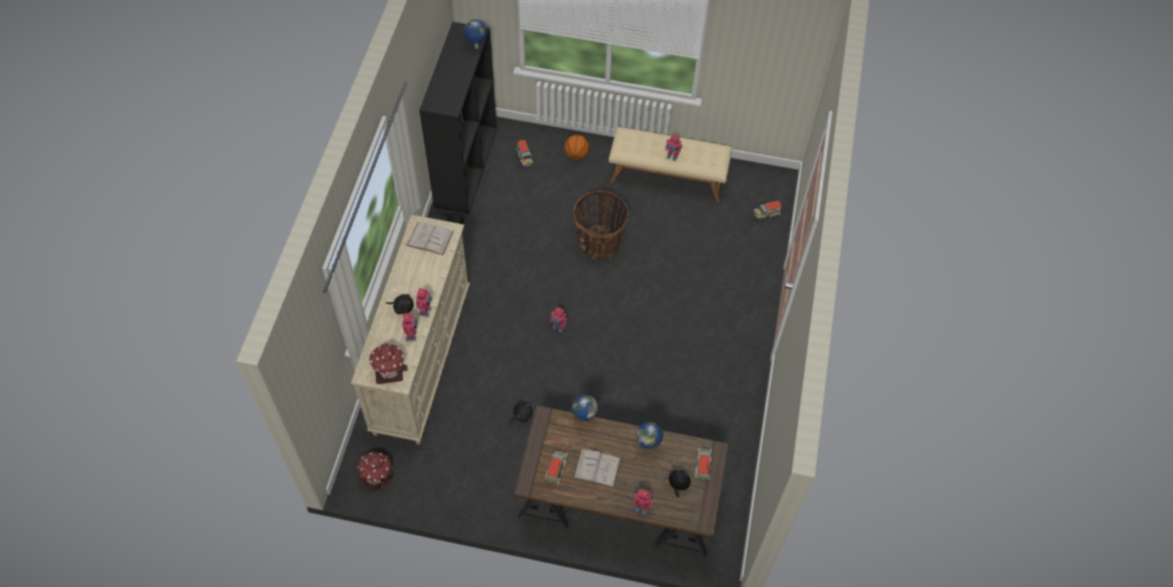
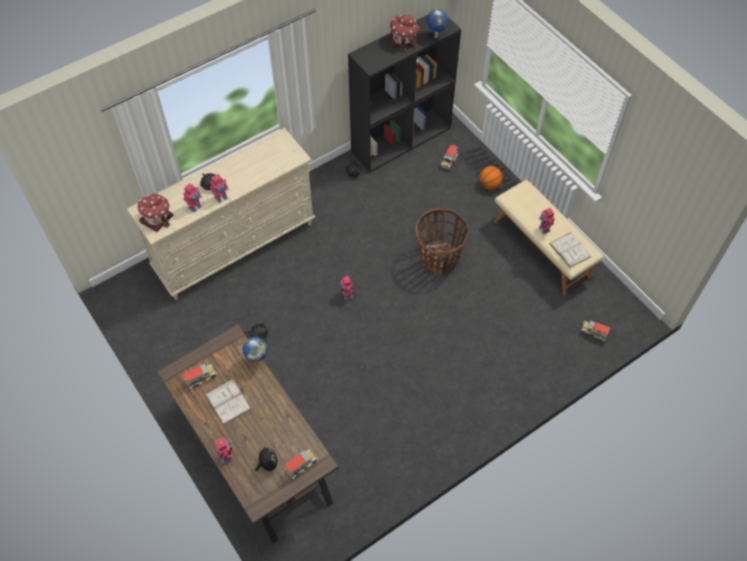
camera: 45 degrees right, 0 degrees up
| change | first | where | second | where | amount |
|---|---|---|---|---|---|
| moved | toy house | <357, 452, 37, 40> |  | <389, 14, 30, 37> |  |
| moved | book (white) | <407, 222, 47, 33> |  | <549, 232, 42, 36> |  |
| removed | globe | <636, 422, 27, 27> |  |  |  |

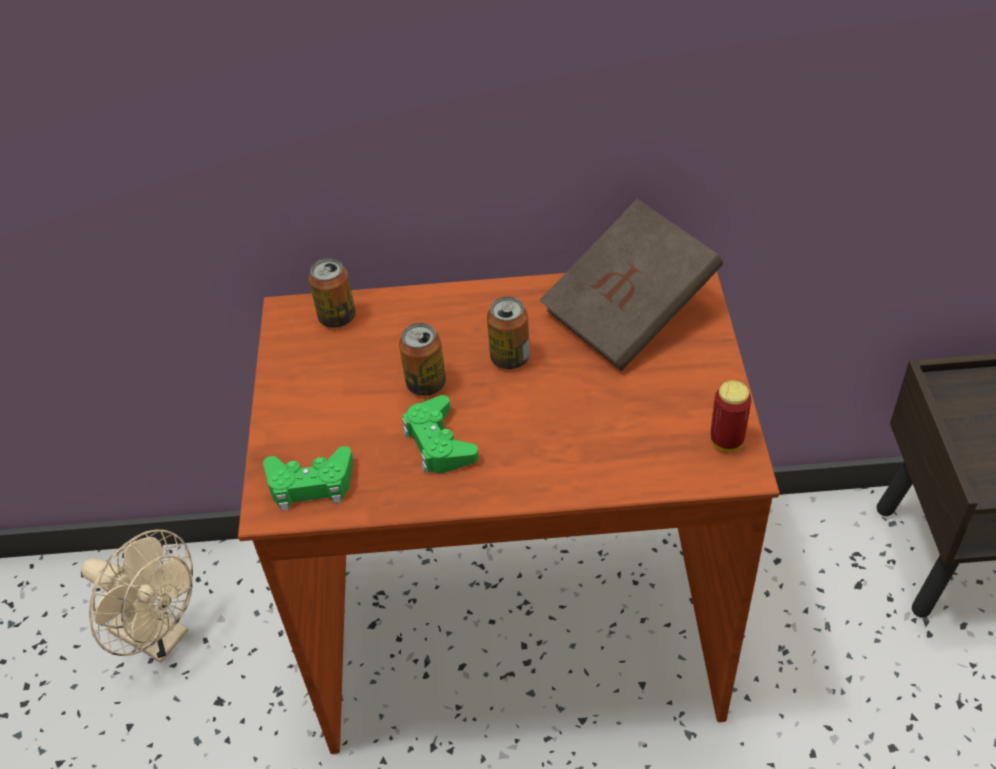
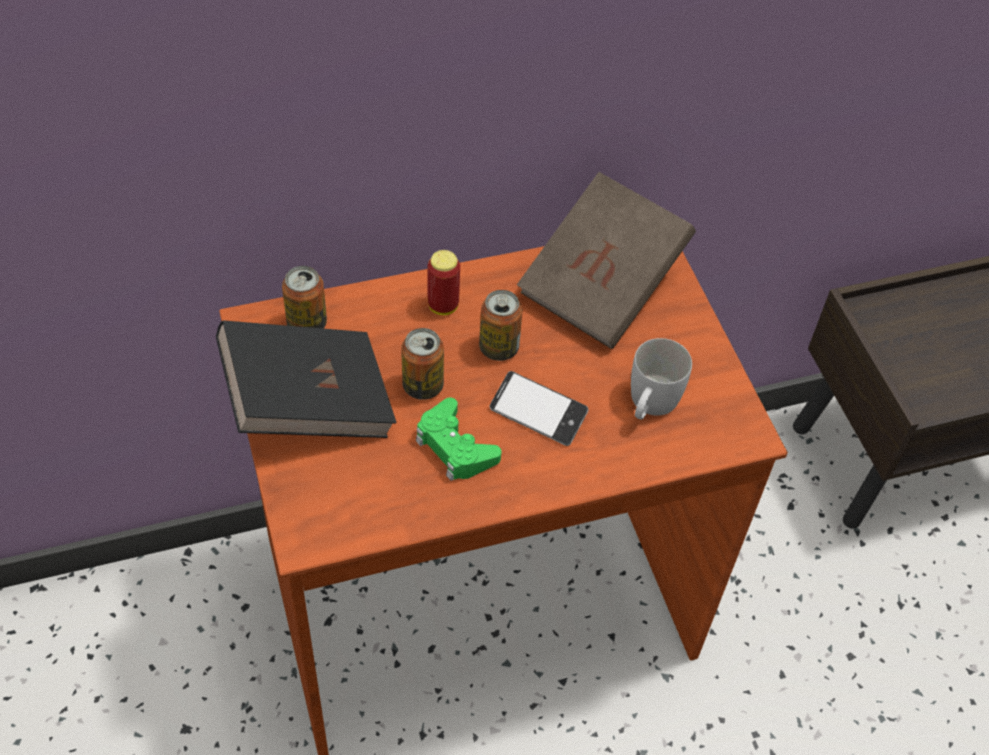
camera: 20 degrees left, 5 degrees up
| change | first | where | second | where | amount |
|---|---|---|---|---|---|
| removed | fan (beige) | <81, 530, 112, 133> |  |  |  |
| removed | game controller (green) | <263, 446, 90, 65> |  |  |  |
| moved | can | <711, 380, 40, 72> |  | <428, 250, 32, 65> |  |
| added |  |  | book (black) | <216, 320, 181, 118> |  |
| added |  |  | phone | <489, 371, 100, 75> |  |
| added |  |  | mug (white) | <631, 338, 61, 81> |  |

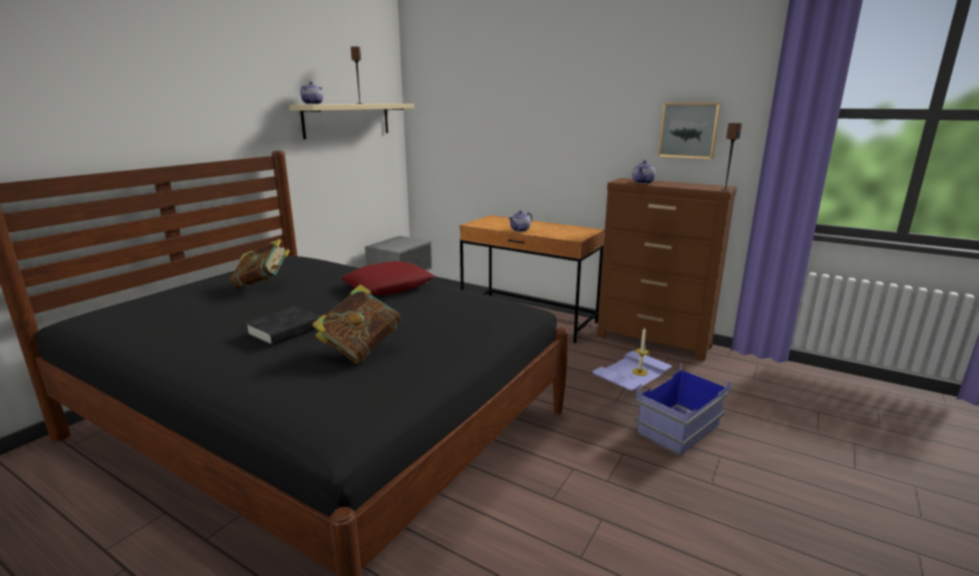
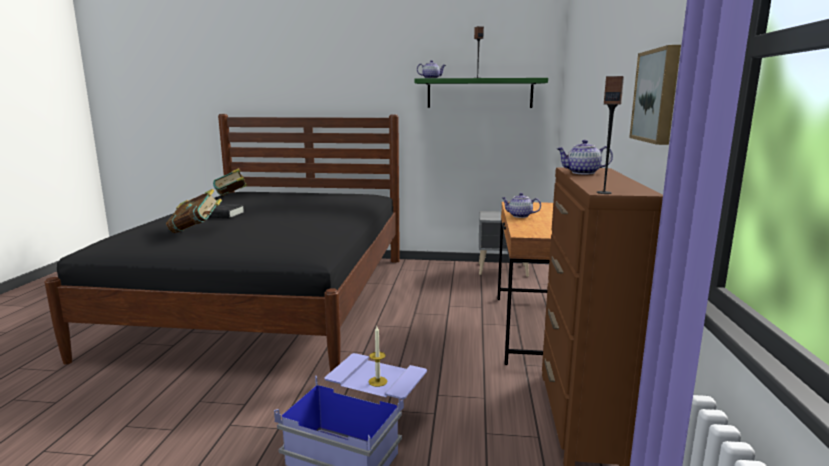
camera: 65 degrees right, 5 degrees down
| change | first | where | second | where | amount |
|---|---|---|---|---|---|
| moved | book | <230, 239, 60, 50> |  | <213, 168, 34, 28> |  |
| recoloured | shelf (beige) | <289, 104, 125, 35> | shelf (green) | <415, 78, 133, 30> |  |
| removed | pillow (red) | <340, 261, 95, 34> |  |  |  |

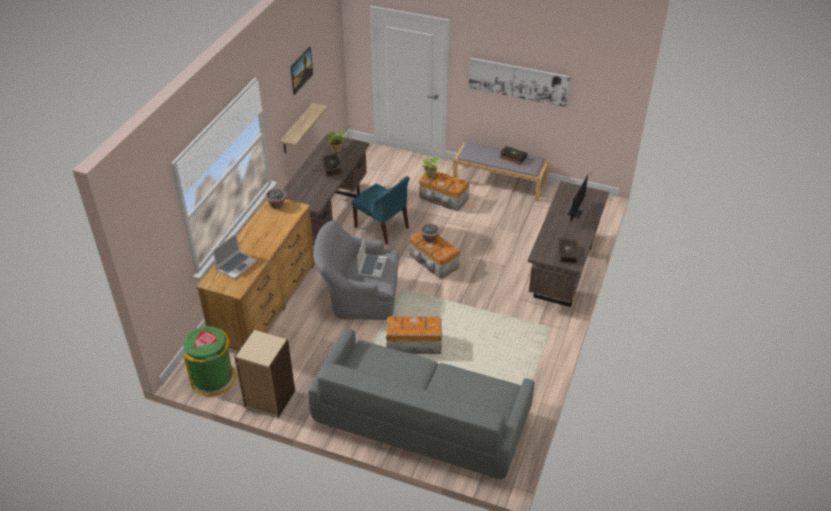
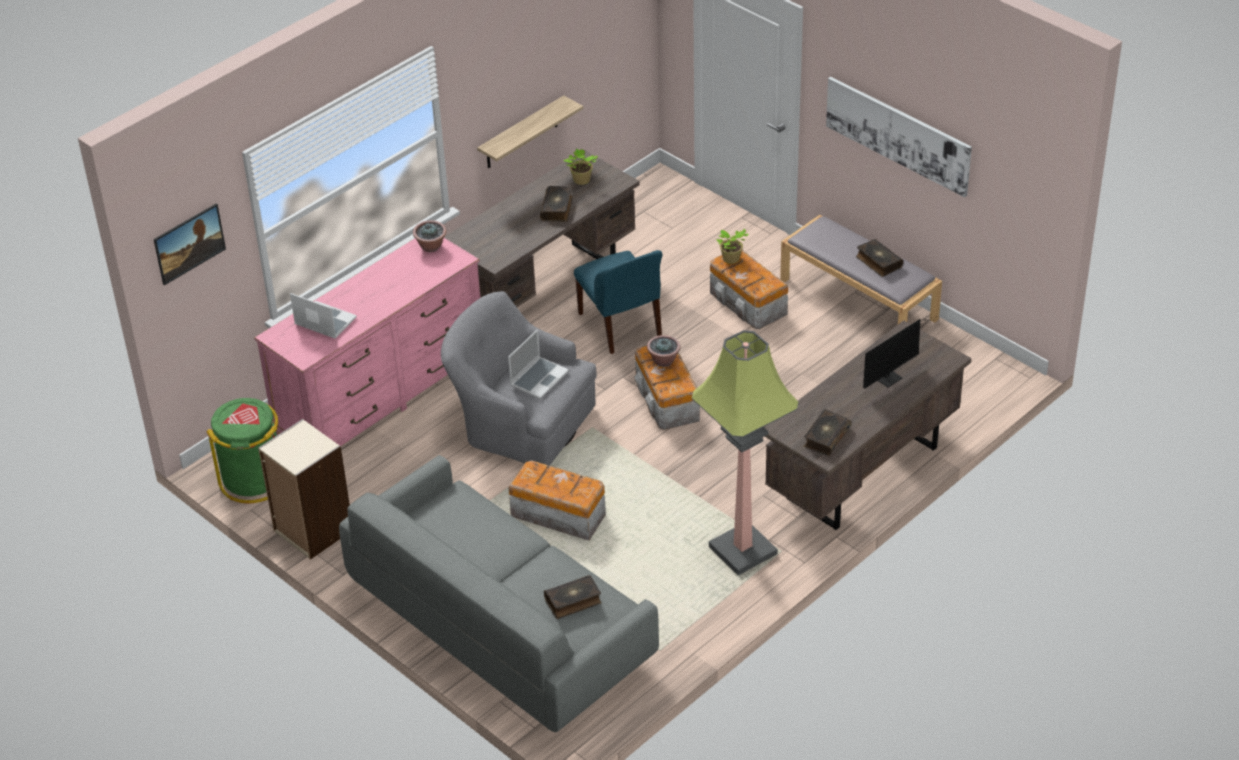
camera: 25 degrees right, 0 degrees up
| change | first | where | second | where | amount |
|---|---|---|---|---|---|
| recoloured | dresser (brown) | <196, 199, 119, 152> | dresser (pink) | <254, 238, 227, 208> |  |
| turned | laptop | <213, 233, 44, 46> |  | <290, 293, 67, 46> | 120 degrees counterclockwise |
| moved | picture | <291, 47, 22, 48> |  | <154, 203, 72, 82> |  |
| added |  |  | book | <544, 575, 57, 44> |  |
| added |  |  | floor lamp | <692, 330, 107, 245> |  |

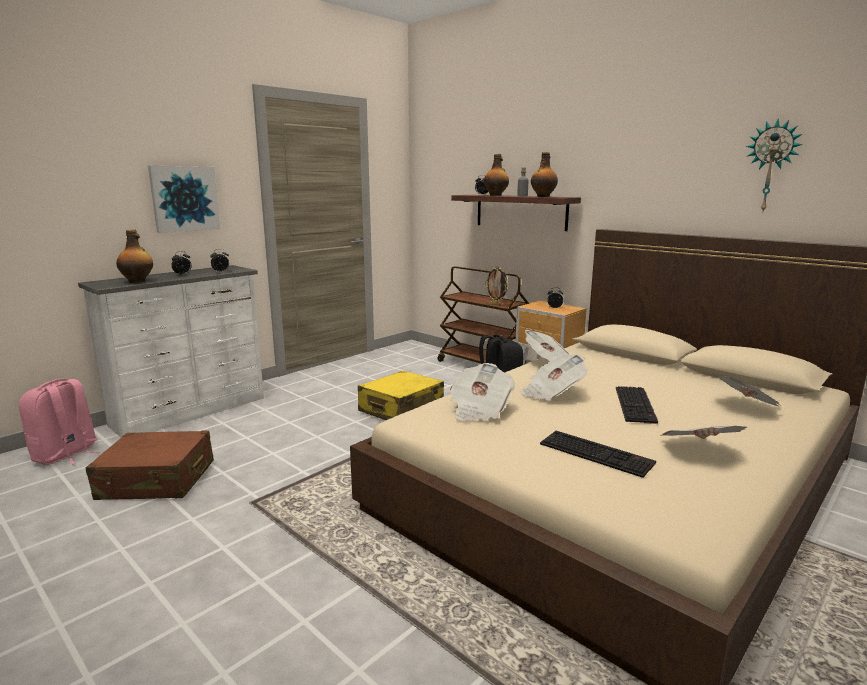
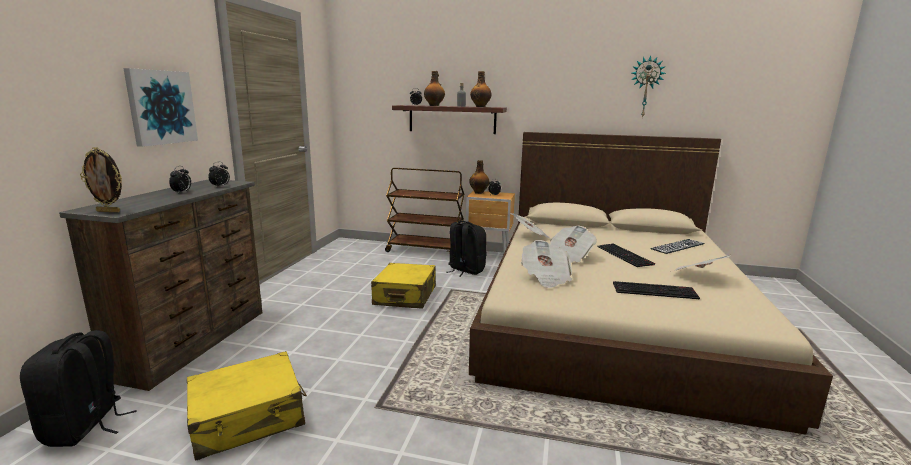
camera: 30 degrees left, 0 degrees up
| change | first | where | second | where | amount |
|---|---|---|---|---|---|
| recoloured | backpack (pink) | <19, 379, 81, 86> | backpack (black) | <20, 330, 117, 117> |  |
| recoloured | dresser (white) | <78, 265, 186, 173> | dresser (brown) | <59, 179, 203, 212> |  |
| recoloured | suitcase (brown) | <86, 431, 128, 69> | suitcase (yellow) | <187, 351, 120, 109> |  |
| moved | bottle | <116, 230, 37, 53> |  | <469, 160, 21, 34> |  |
| moved | picture frame | <485, 266, 23, 40> |  | <80, 147, 42, 65> |  |
| replaced | newspaper | <715, 376, 64, 30> | keyboard | <650, 239, 55, 15> |  |

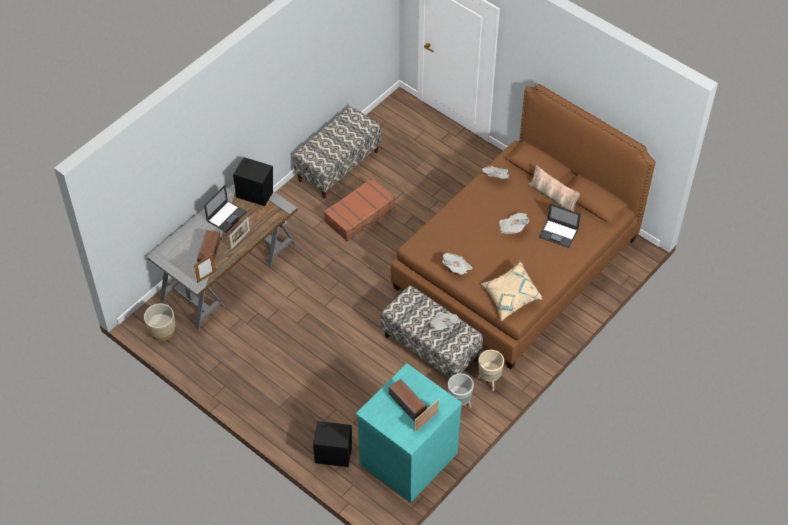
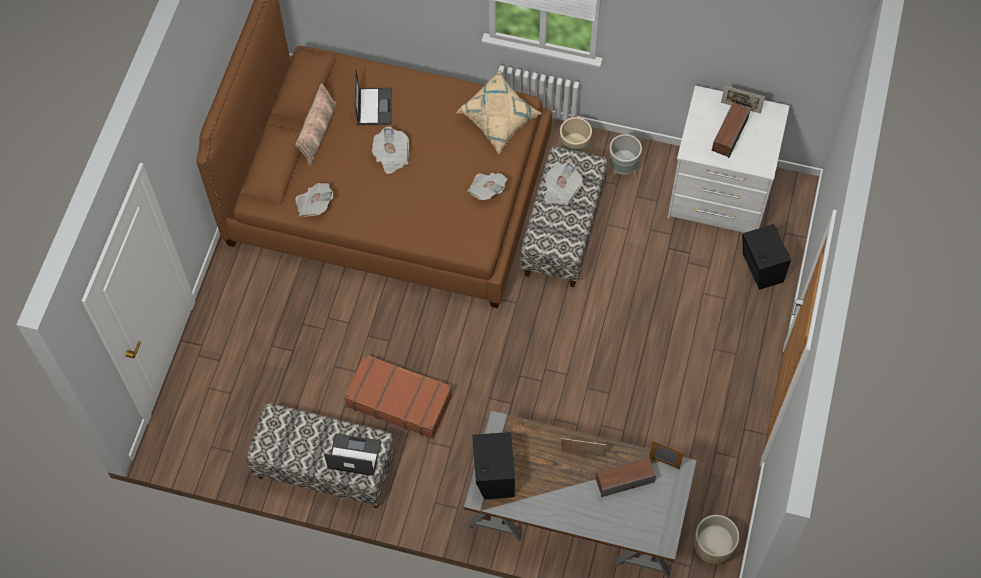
camera: 115 degrees left, 10 degrees up
| change | first | where | second | where | amount |
|---|---|---|---|---|---|
| moved | laptop | <204, 185, 43, 48> |  | <324, 433, 57, 43> |  |
| recoloured | dresser (turquoise) | <356, 363, 106, 140> | dresser (white) | <667, 86, 123, 147> |  |

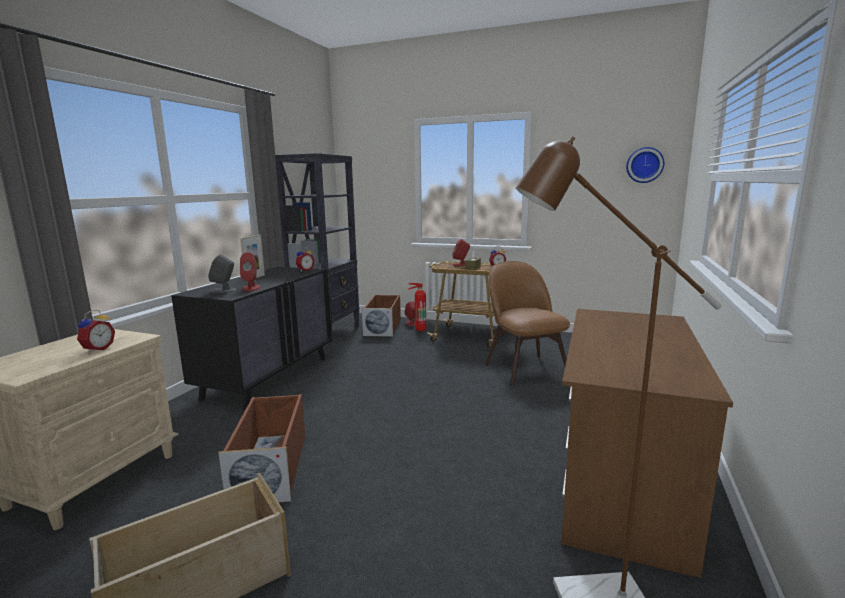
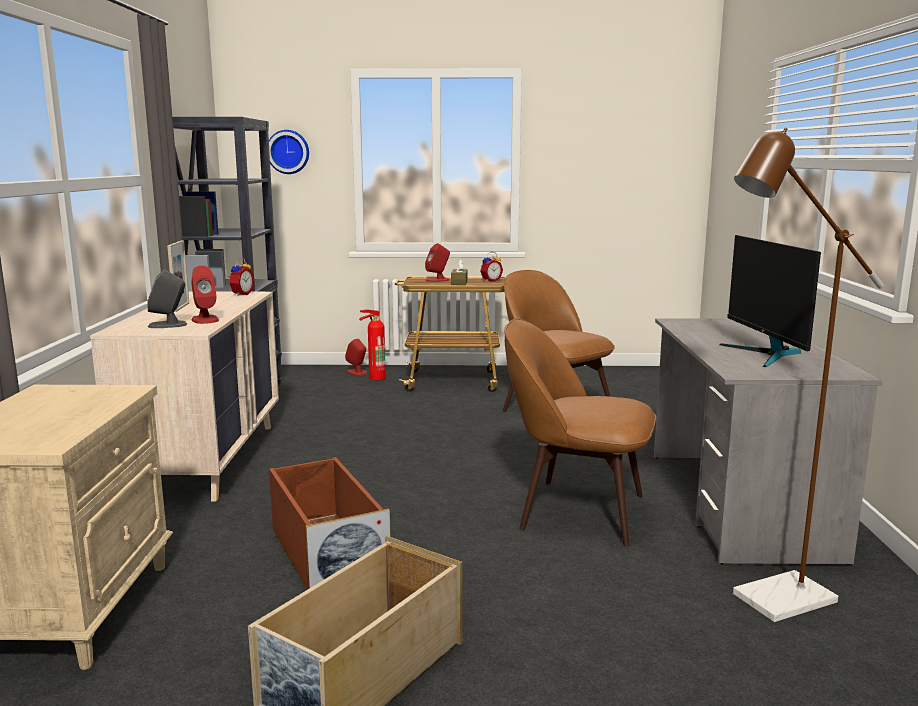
camera: 20 degrees left, 0 degrees up
| change | first | where | second | where | amount |
|---|---|---|---|---|---|
| removed | alarm clock | <77, 310, 38, 43> |  |  |  |
| recoloured | dresser (black) | <171, 267, 161, 143> | dresser (beige) | <90, 291, 189, 211> |  |
| removed | storage box (brown) | <361, 295, 40, 42> |  |  |  |
| recoloured | desk (brown) | <561, 309, 172, 269> | desk (grey) | <654, 318, 228, 247> |  |
| moved | wall clock | <626, 147, 38, 36> |  | <269, 130, 40, 44> |  |
| added |  |  | chair (brown) | <504, 319, 153, 227> |  |
| added |  |  | monitor | <720, 235, 101, 132> |  |

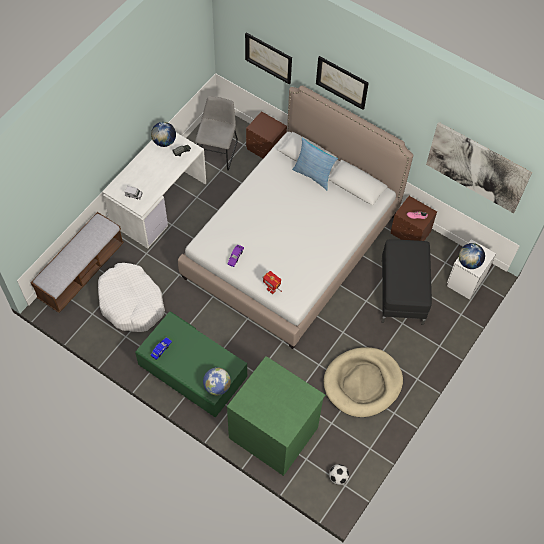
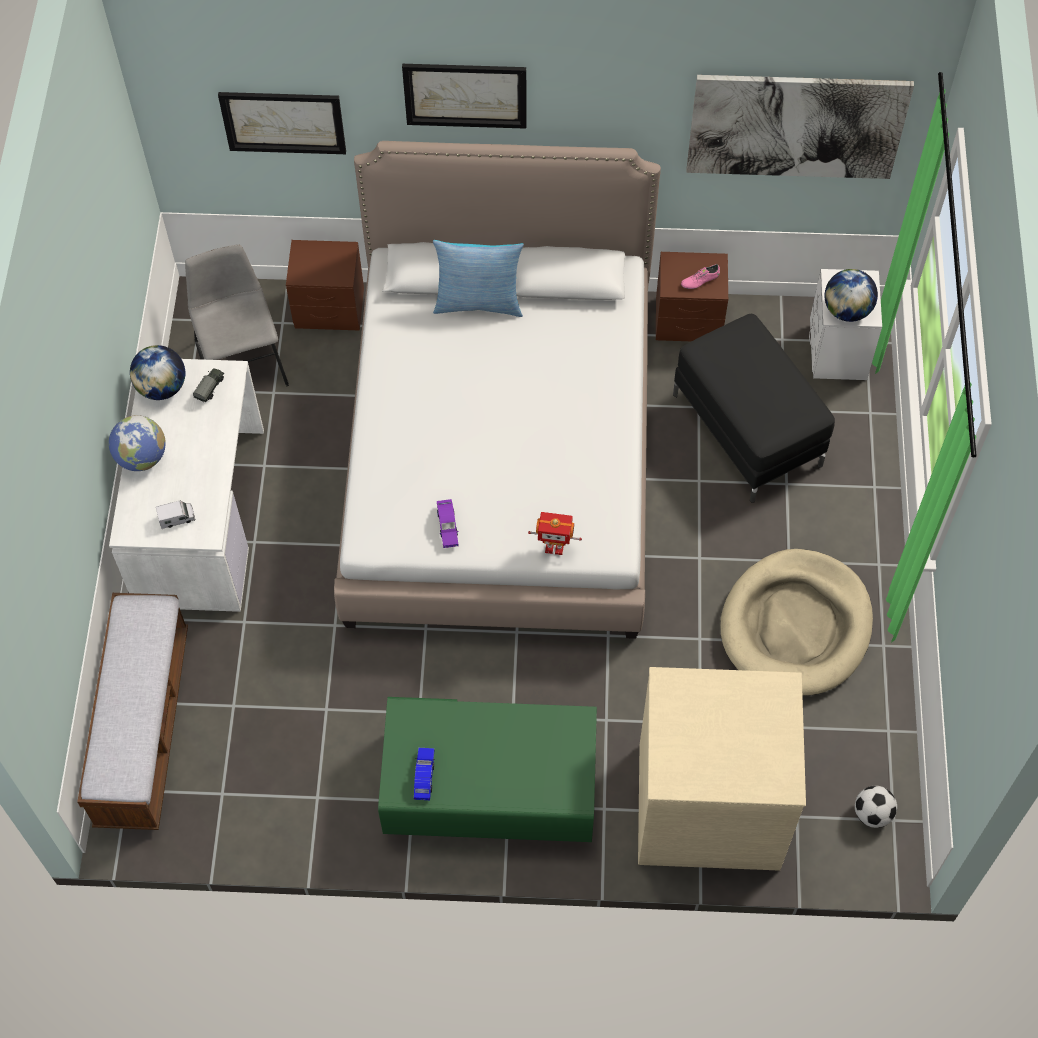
camera: 30 degrees left, 0 degrees up
| change | first | where | second | where | amount |
|---|---|---|---|---|---|
| removed | dog bed (white) | <98, 263, 67, 69> |  |  |  |
| moved | globe | <203, 368, 28, 27> |  | <109, 415, 57, 56> |  |
| recoloured | dresser (green) | <227, 356, 98, 120> | dresser (beige) | <638, 667, 168, 203> |  |

